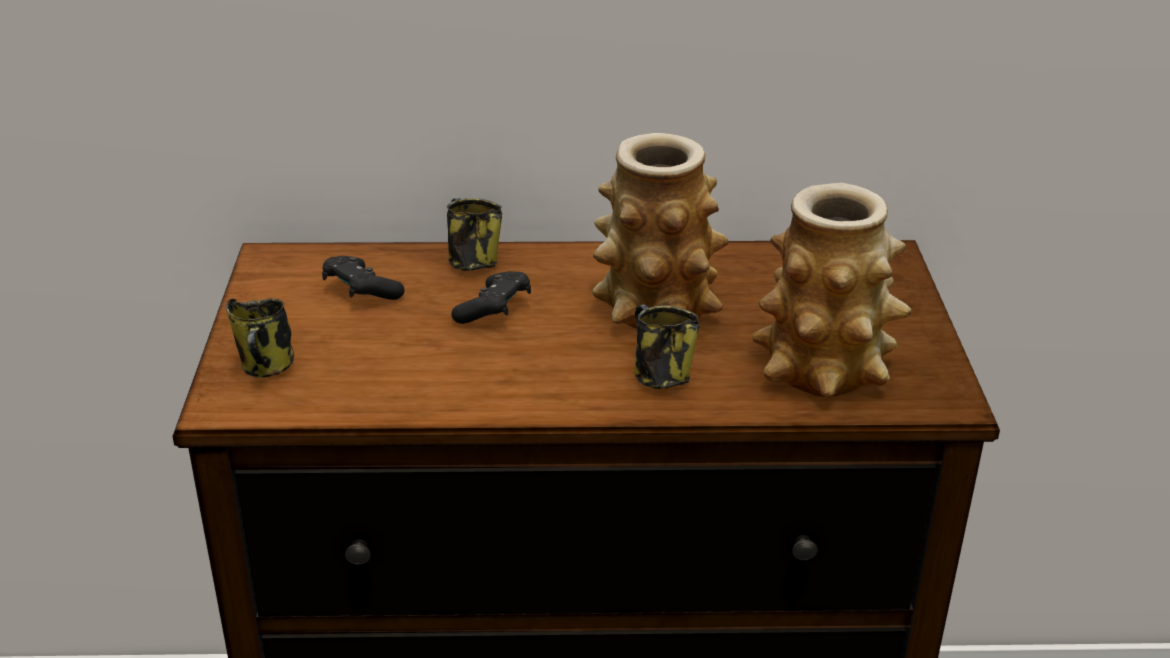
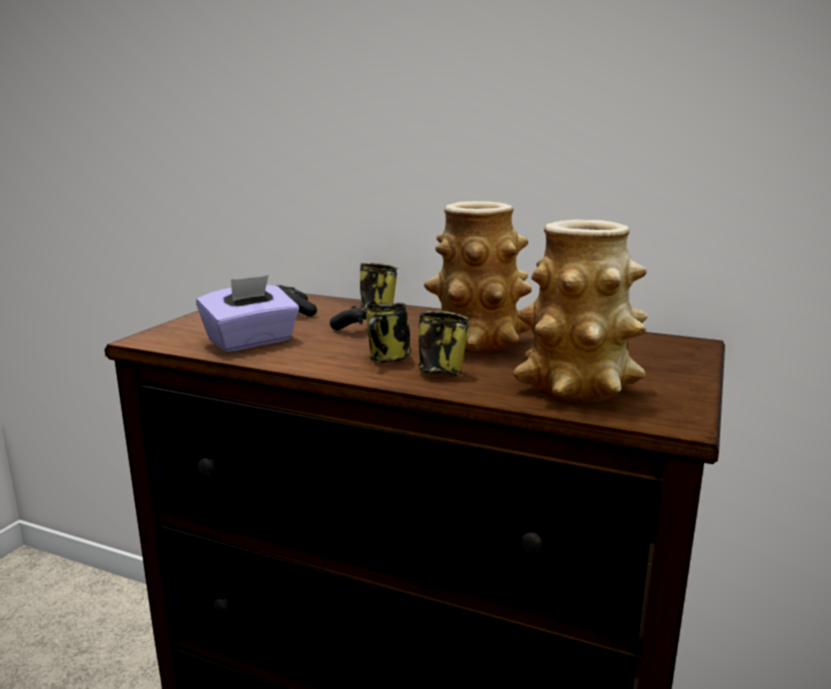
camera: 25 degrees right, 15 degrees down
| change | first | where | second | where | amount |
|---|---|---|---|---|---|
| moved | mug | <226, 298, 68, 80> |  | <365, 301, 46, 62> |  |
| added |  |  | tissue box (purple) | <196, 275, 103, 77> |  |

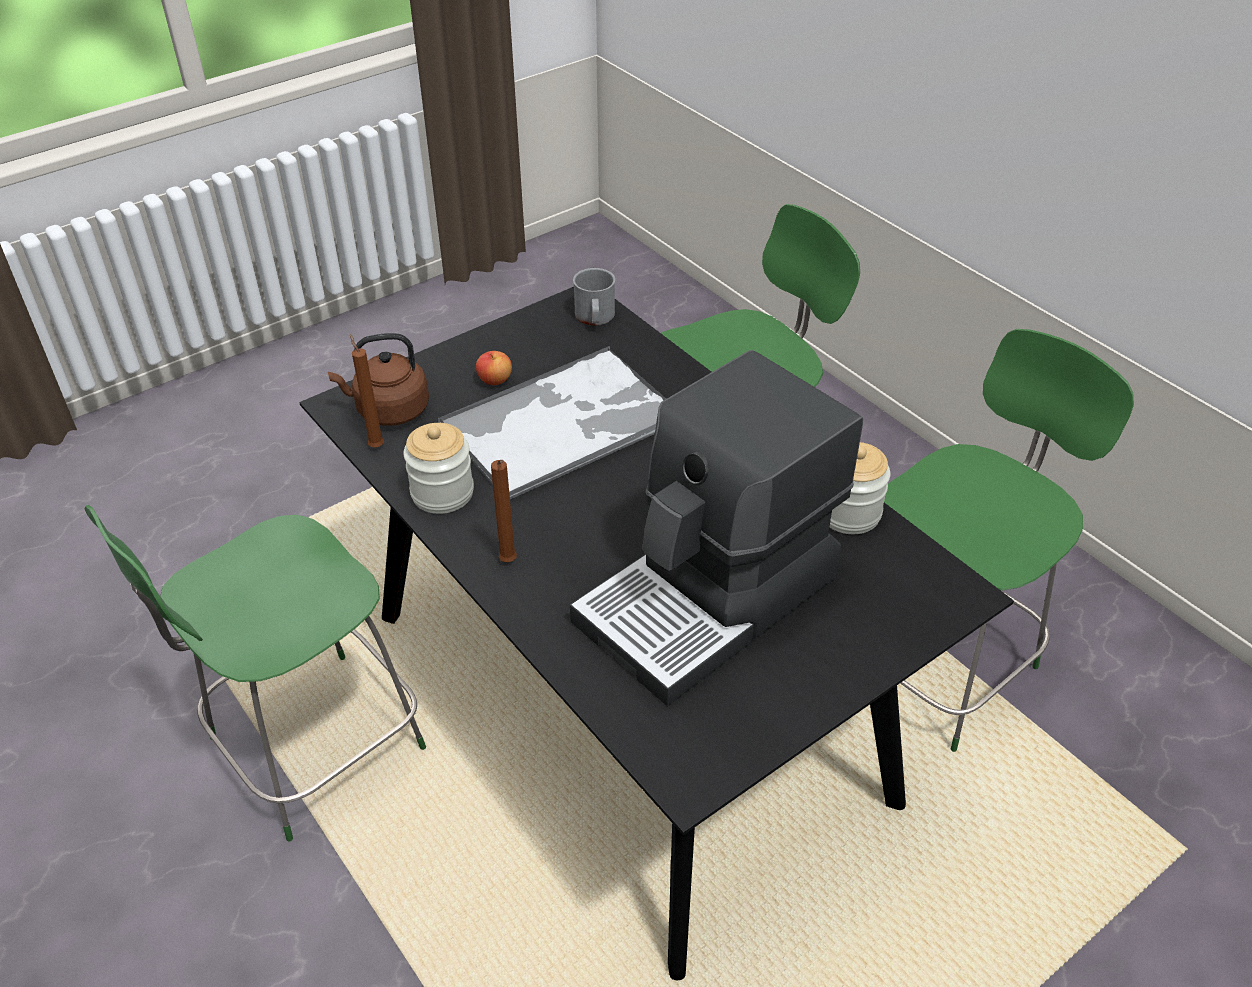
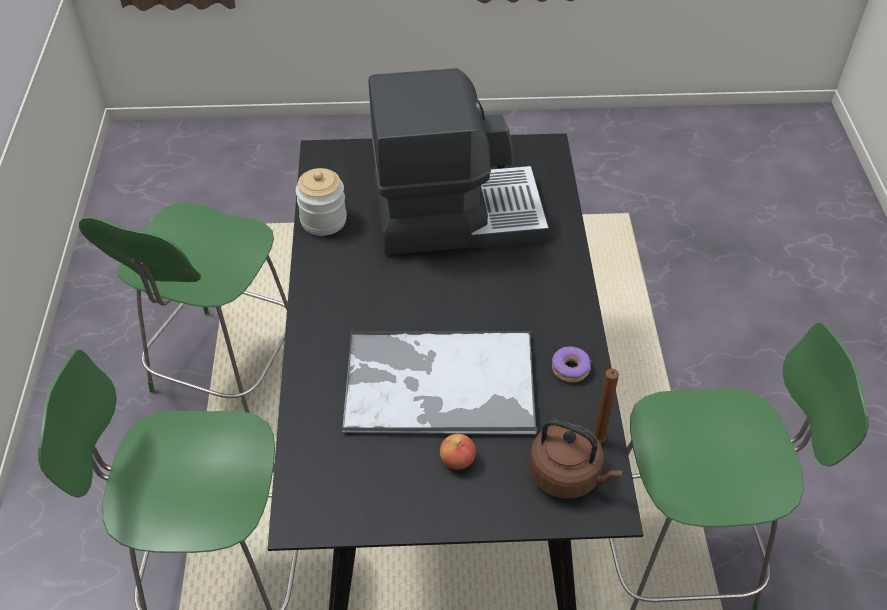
camera: 145 degrees left, 5 degrees up
| change | first | where | second | where | amount |
|---|---|---|---|---|---|
| replaced | jar | <403, 423, 71, 91> | donut | <552, 346, 39, 36> |  |
| removed | candle (brown) | <491, 460, 26, 102> |  |  |  |
| removed | mug (grey) | <573, 268, 42, 58> |  |  |  |
| turned | chair (green) | <884, 329, 250, 423> |  | <79, 203, 209, 210> | 60 degrees counterclockwise |

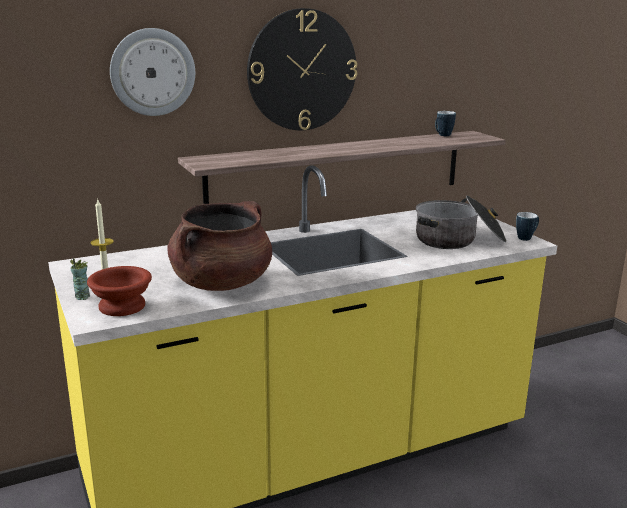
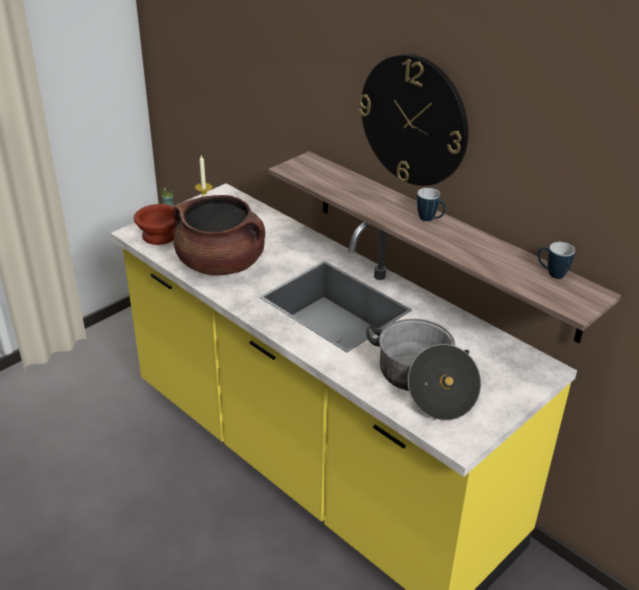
camera: 70 degrees right, 15 degrees up
| change | first | where | second | where | amount |
|---|---|---|---|---|---|
| removed | wall clock | <110, 28, 85, 88> |  |  |  |
| moved | mug | <516, 212, 23, 29> |  | <417, 188, 29, 33> |  |

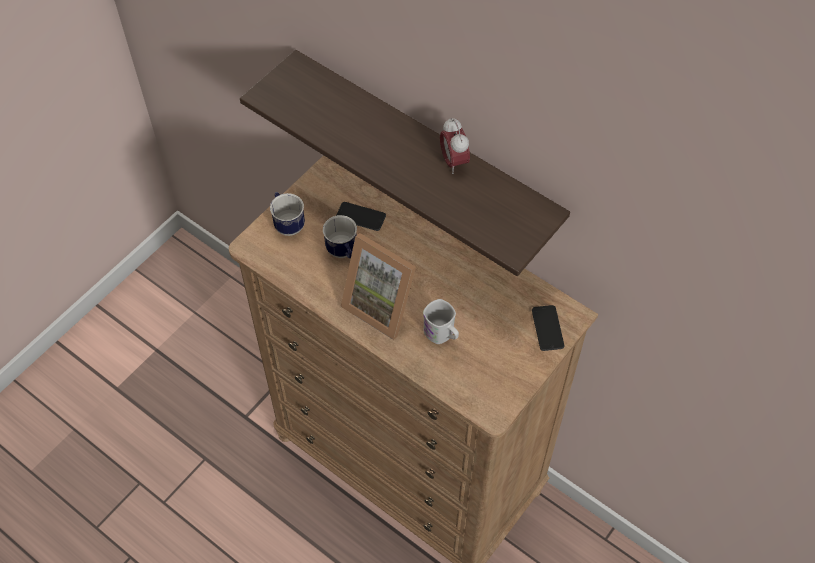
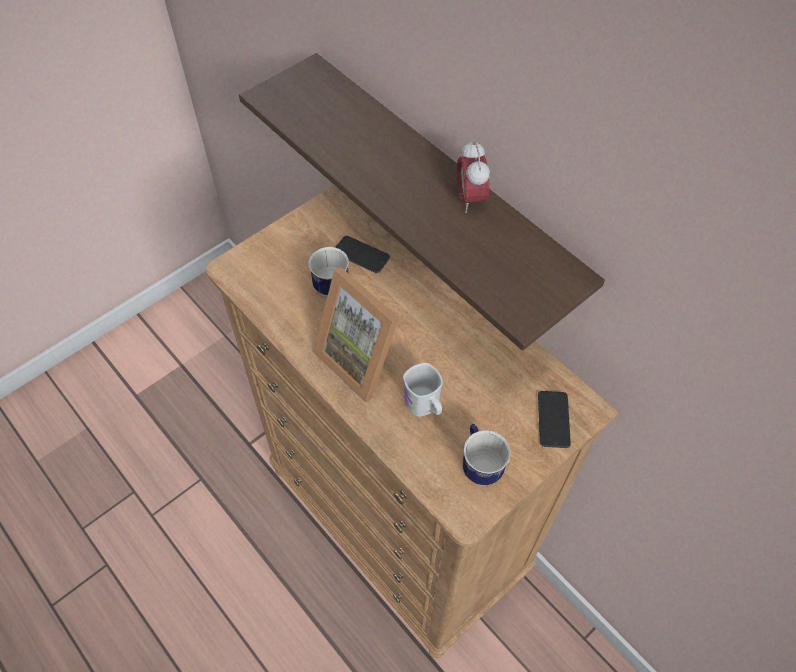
camera: 10 degrees right, 0 degrees up
| change | first | where | second | where | amount |
|---|---|---|---|---|---|
| moved | mug | <270, 192, 35, 44> |  | <462, 424, 48, 62> |  |

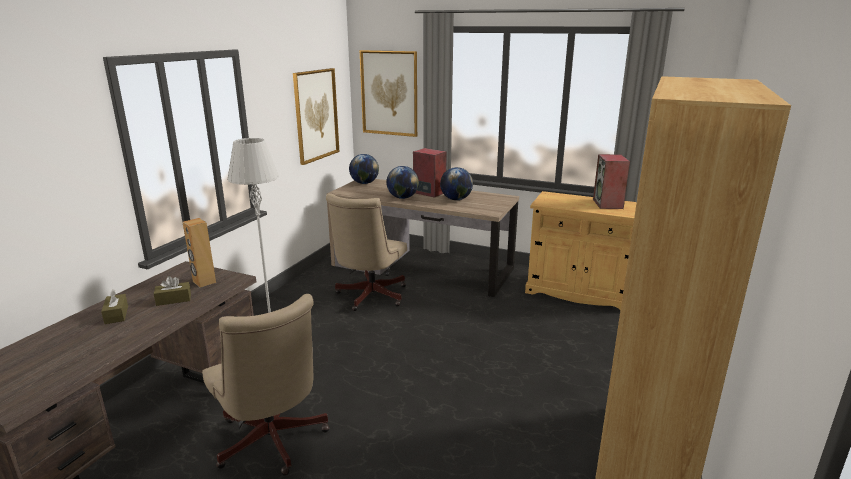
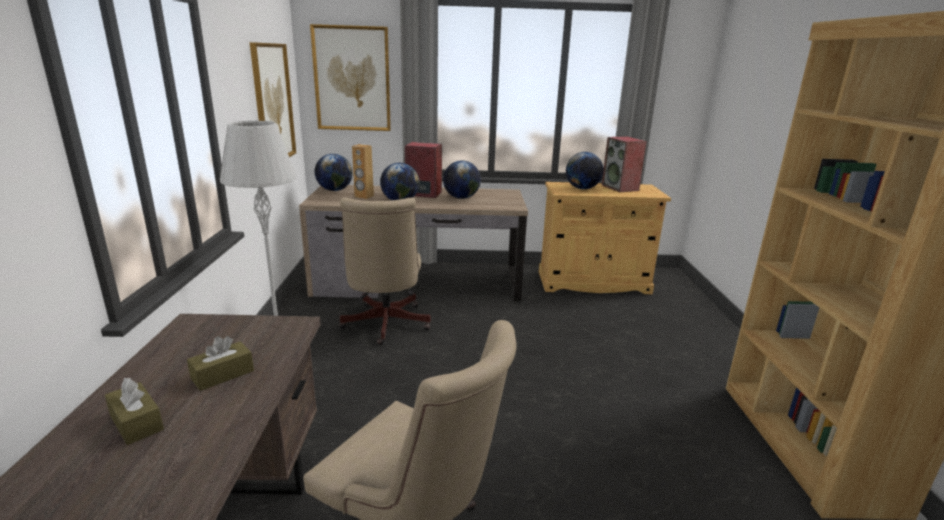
camera: 25 degrees left, 0 degrees up
| change | first | where | second | where | amount |
|---|---|---|---|---|---|
| moved | speaker (brown) | <183, 218, 33, 70> |  | <352, 144, 22, 55> |  |
| added |  |  | globe | <566, 152, 38, 37> |  |

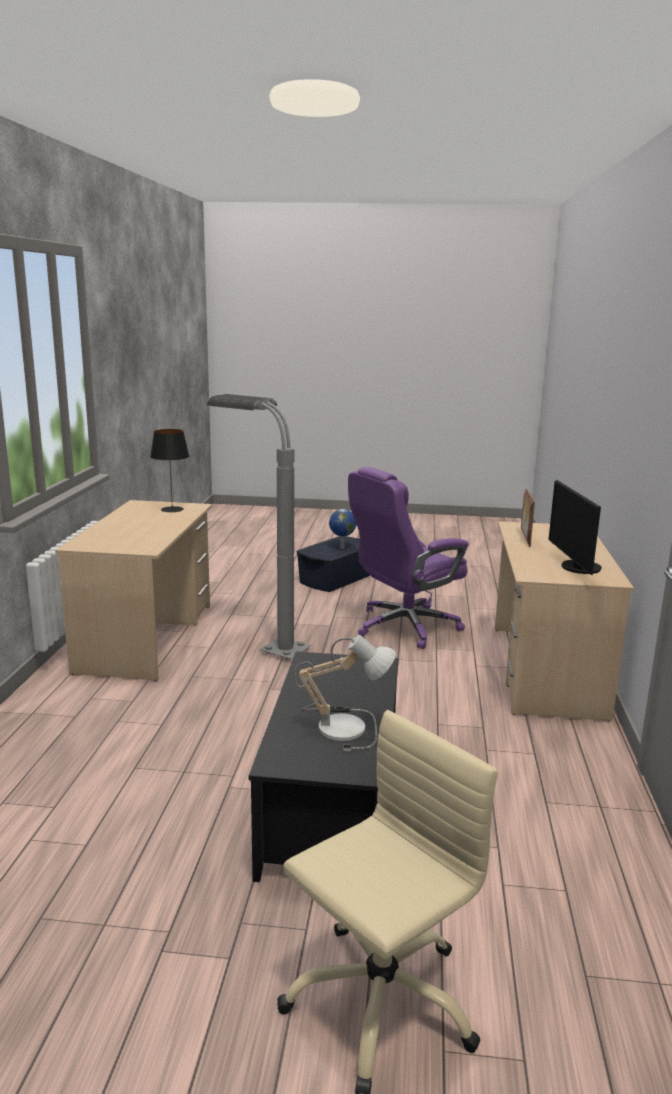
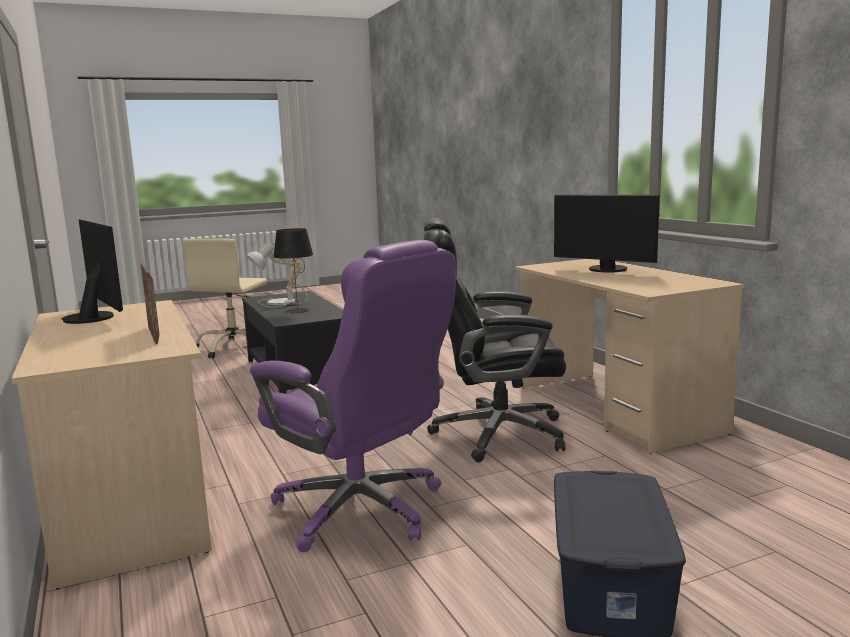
camera: 150 degrees right, 5 degrees down
| change | first | where | second | where | amount |
|---|---|---|---|---|---|
| moved | table lamp (black) | <150, 429, 39, 84> |  | <273, 228, 40, 85> |  |
| replaced | floor lamp (grey) | <206, 394, 106, 265> | office chair (black) | <424, 218, 142, 244> |  |
| removed | globe | <329, 509, 27, 40> |  |  |  |
| turned | office chair (purple) | <348, 467, 121, 182> |  | <250, 240, 206, 312> | 105 degrees clockwise |
| added |  |  | monitor | <554, 194, 106, 79> |  |

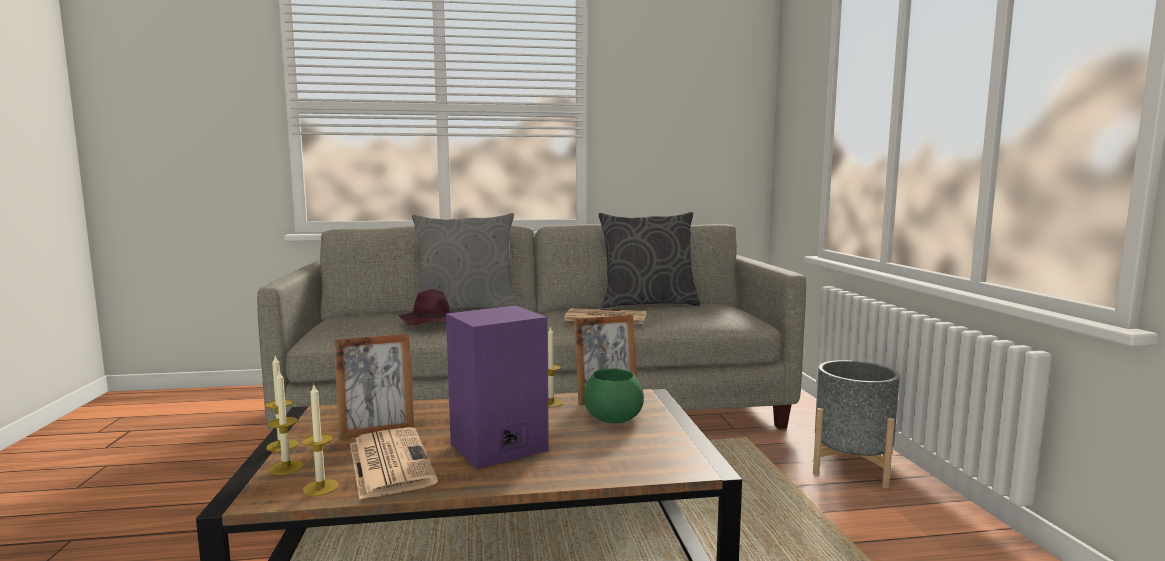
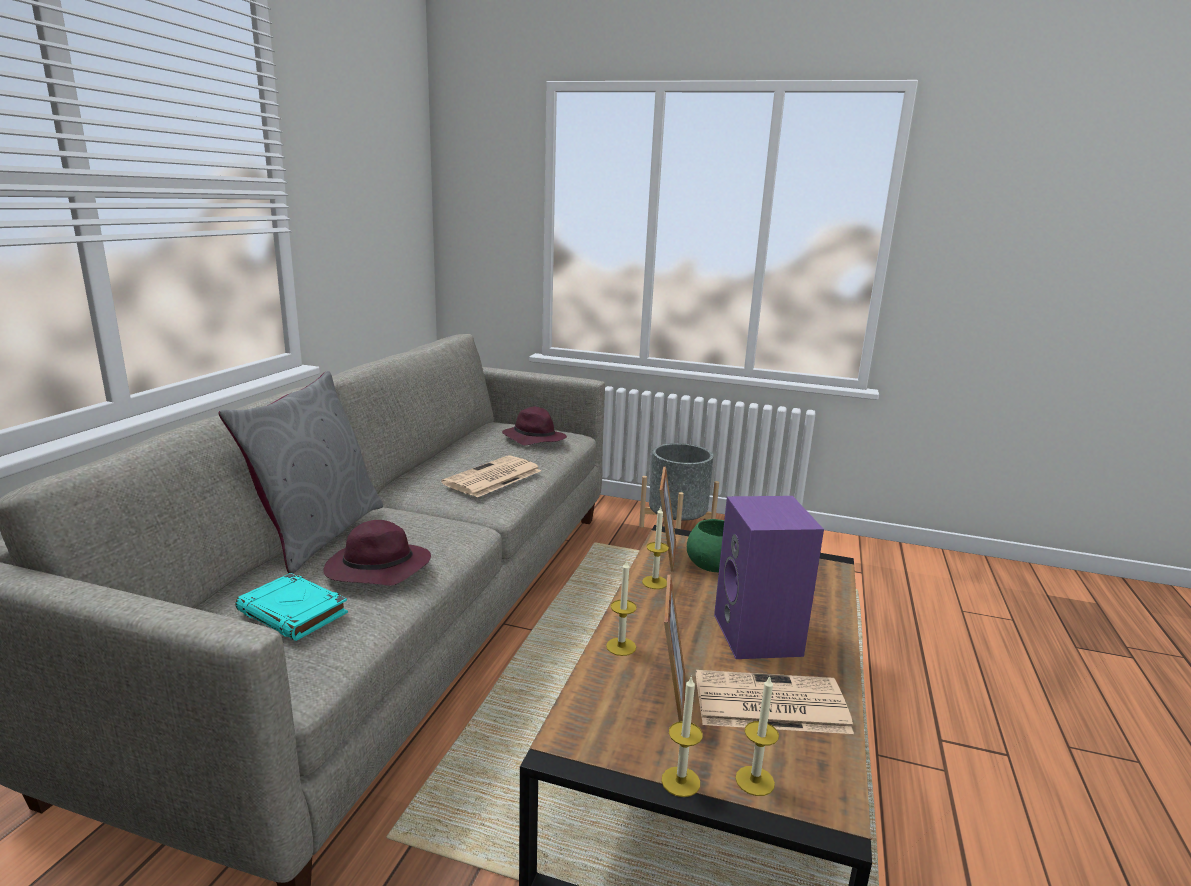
camera: 65 degrees left, 10 degrees up
| change | first | where | second | where | amount |
|---|---|---|---|---|---|
| moved | candle | <302, 383, 37, 113> |  | <606, 559, 31, 97> |  |
| removed | pillow (grey) | <598, 212, 102, 96> |  |  |  |
| added |  |  | book (turquoise) | <235, 573, 113, 68> |  |
| added |  |  | hat (purple) | <502, 407, 65, 38> |  |

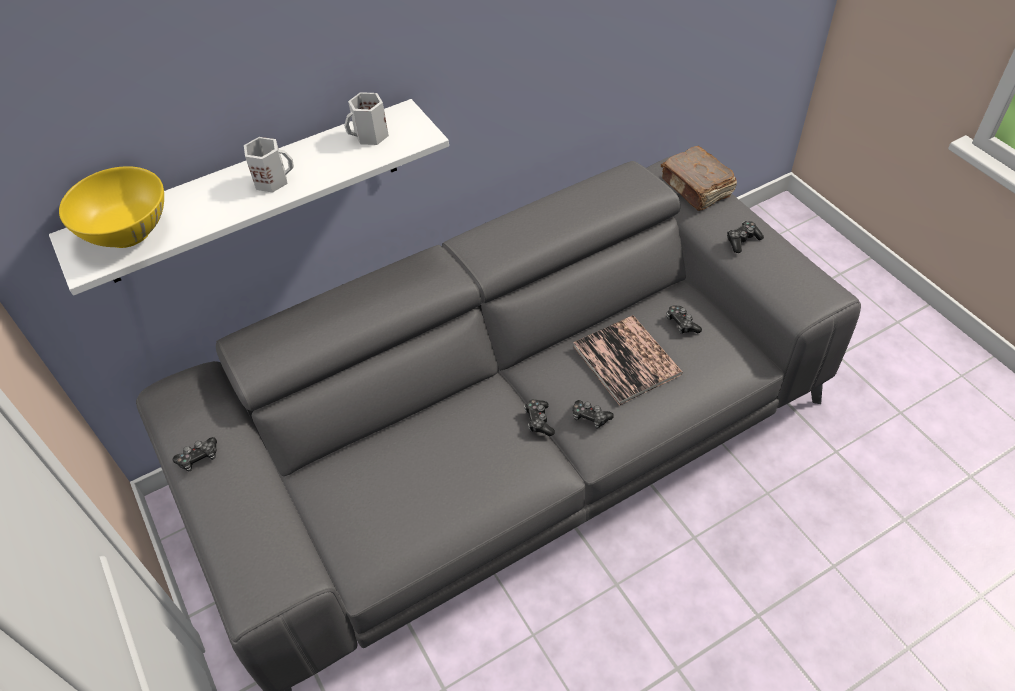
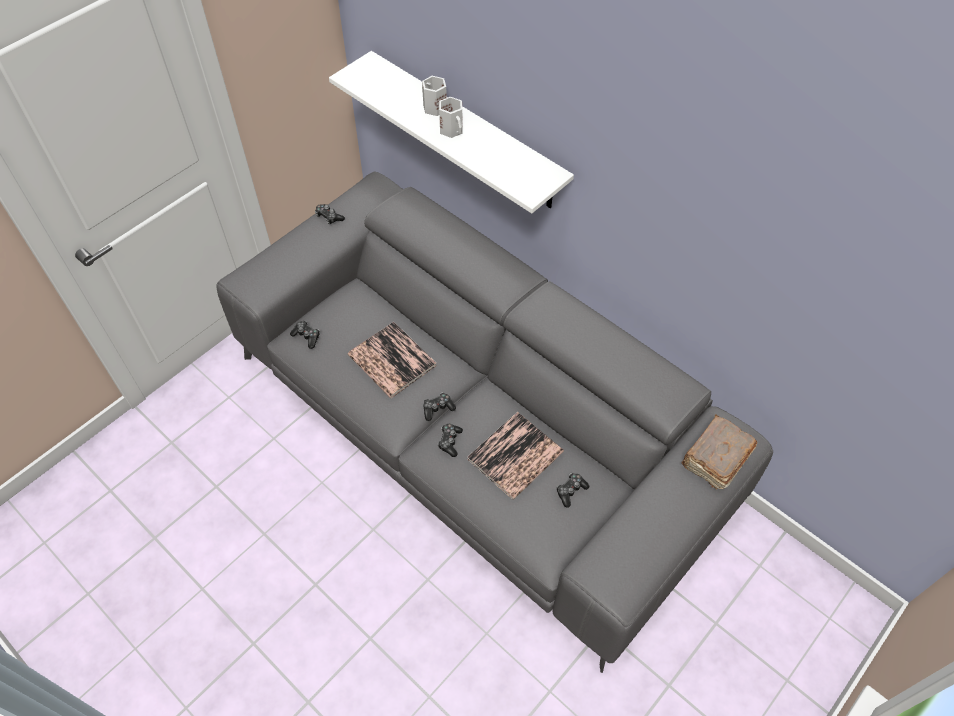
camera: 70 degrees right, 5 degrees up
| change | first | where | second | where | amount |
|---|---|---|---|---|---|
| removed | bowl (yellow) | <59, 166, 105, 82> |  |  |  |
| moved | mug (white) | <344, 92, 45, 53> |  | <422, 76, 25, 40> |  |
| moved | game controller | <727, 221, 37, 32> |  | <290, 321, 30, 28> |  |
| added |  |  | book | <348, 322, 89, 76> |  |

